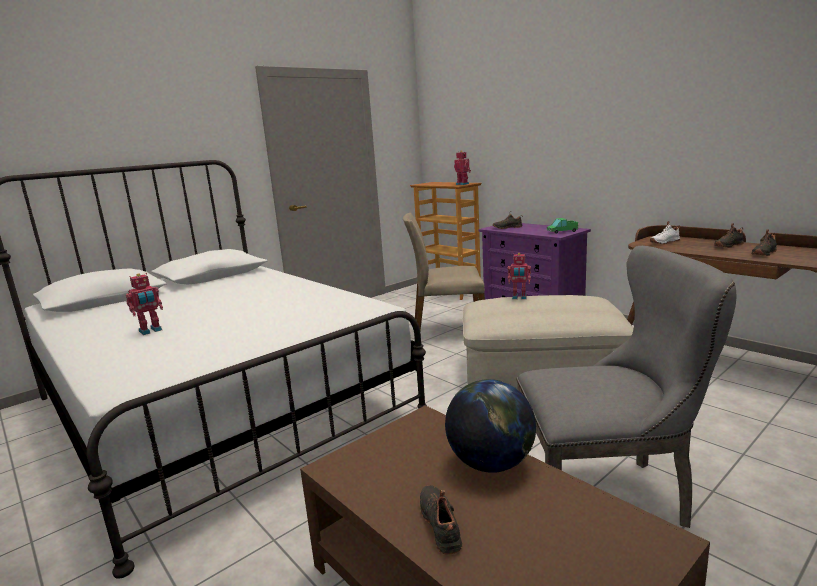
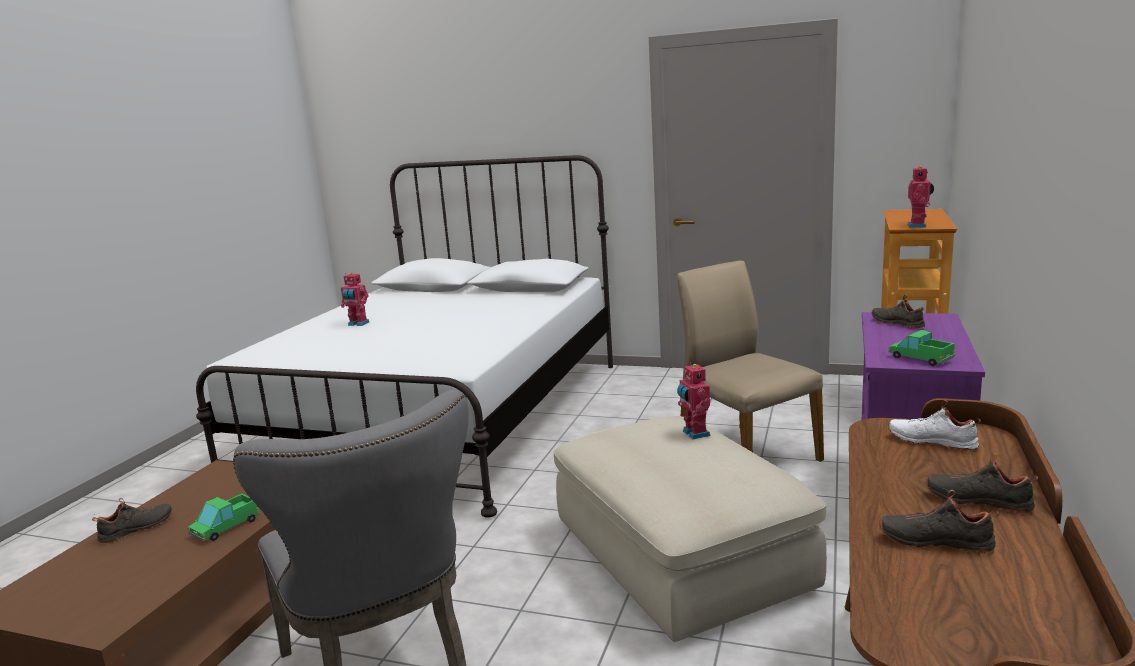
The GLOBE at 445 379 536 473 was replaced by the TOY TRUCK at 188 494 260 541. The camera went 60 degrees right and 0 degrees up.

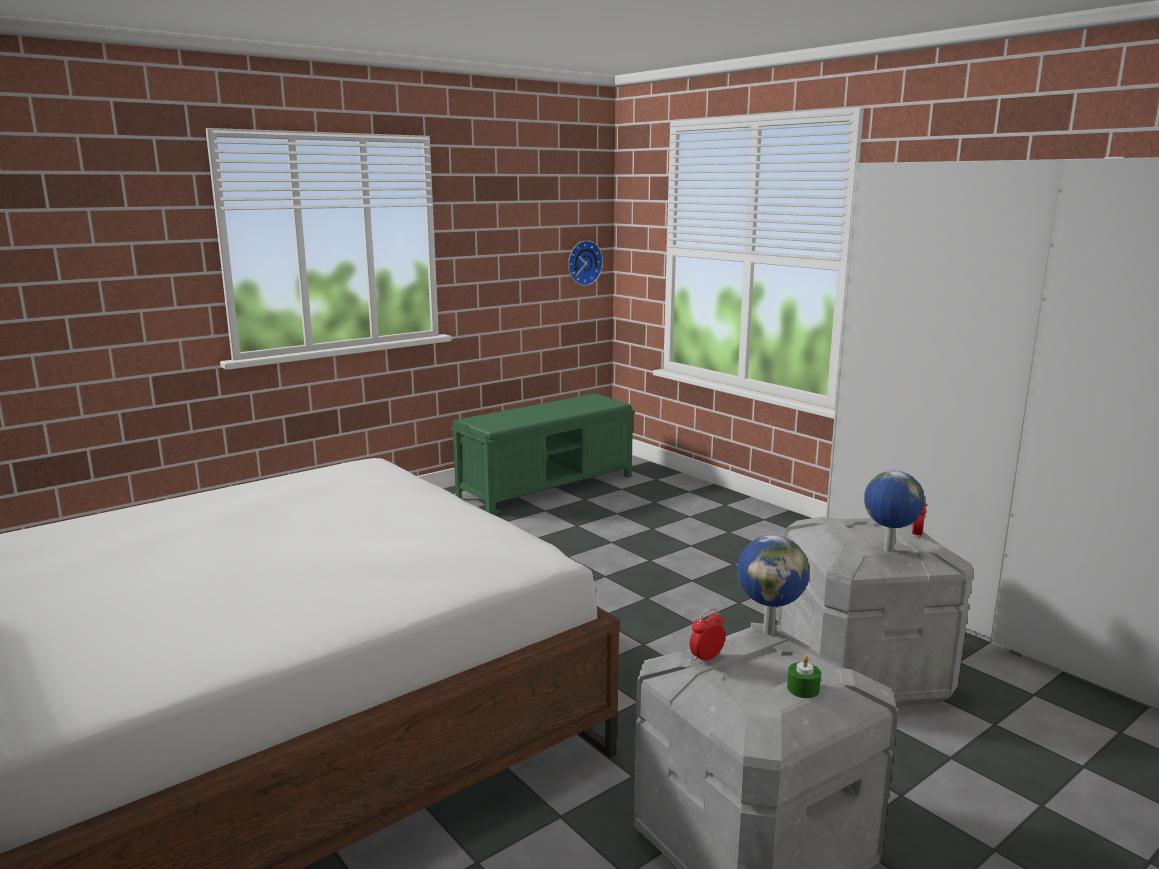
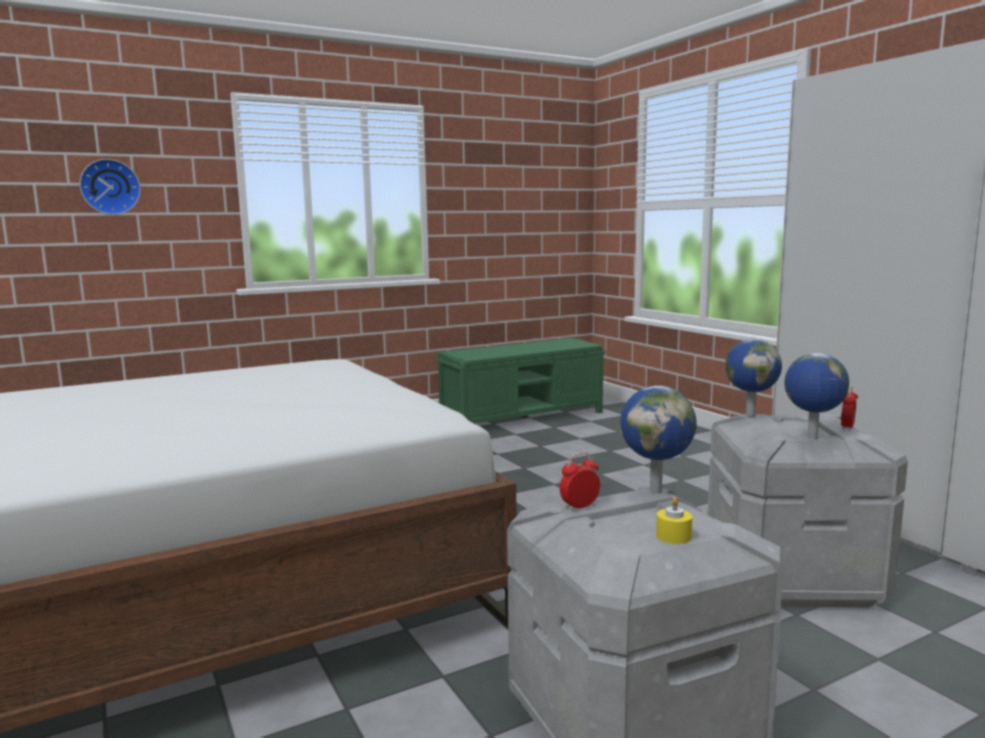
The WALL CLOCK moved from 568 240 603 286 to 79 159 141 215. The GREEN CANDLE at 787 655 821 698 became the YELLOW CANDLE at 656 497 692 544. The GLOBE at 725 339 782 417 appeared. The camera went 10 degrees right and 5 degrees down.

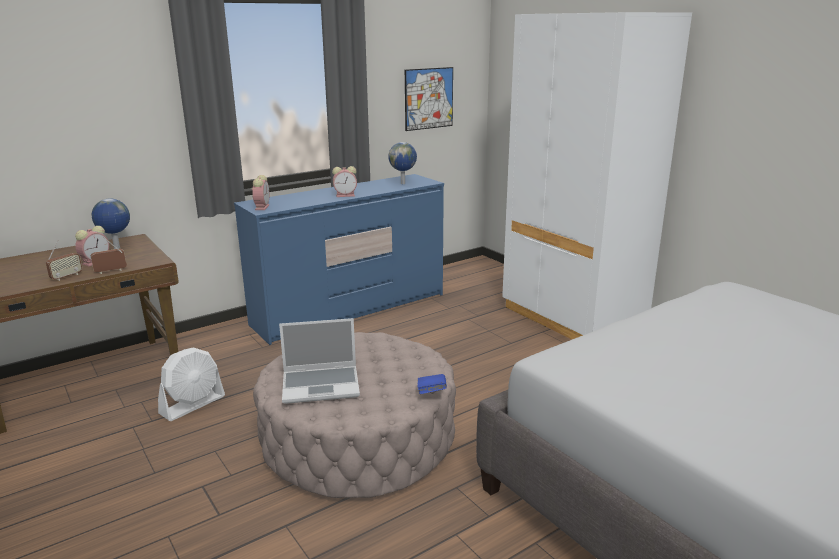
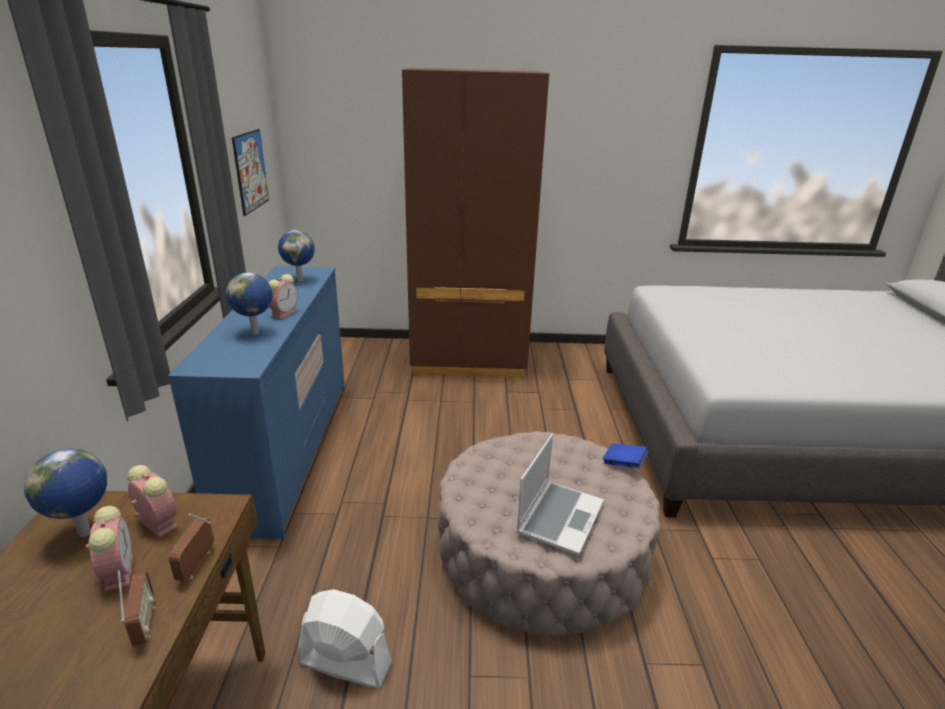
The ALARM CLOCK moved from 252 175 269 210 to 127 465 178 538. The GLOBE at 226 272 273 334 appeared. The WHITE FAN at 158 348 225 421 turned 60 degrees counterclockwise. The WHITE WARDROBE at 502 12 692 339 became the BROWN WARDROBE at 402 68 549 378. The camera went 55 degrees left and 5 degrees up.

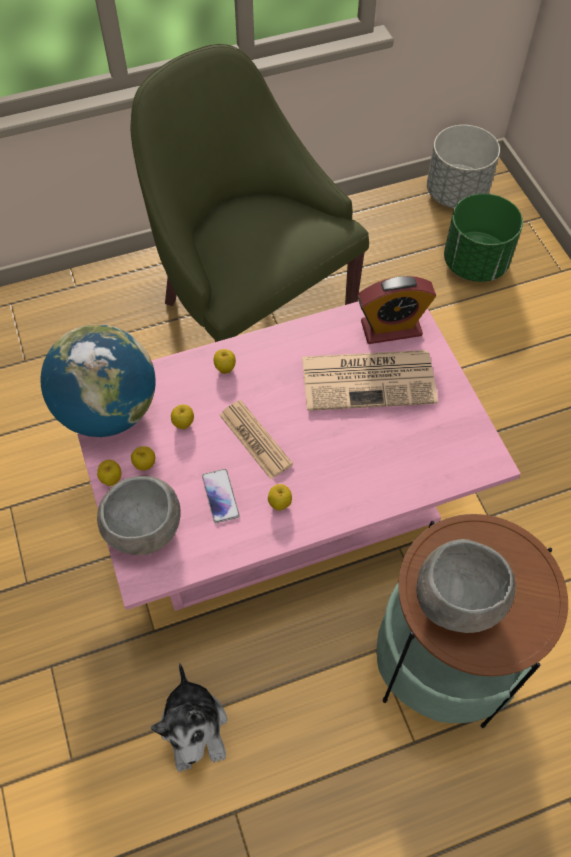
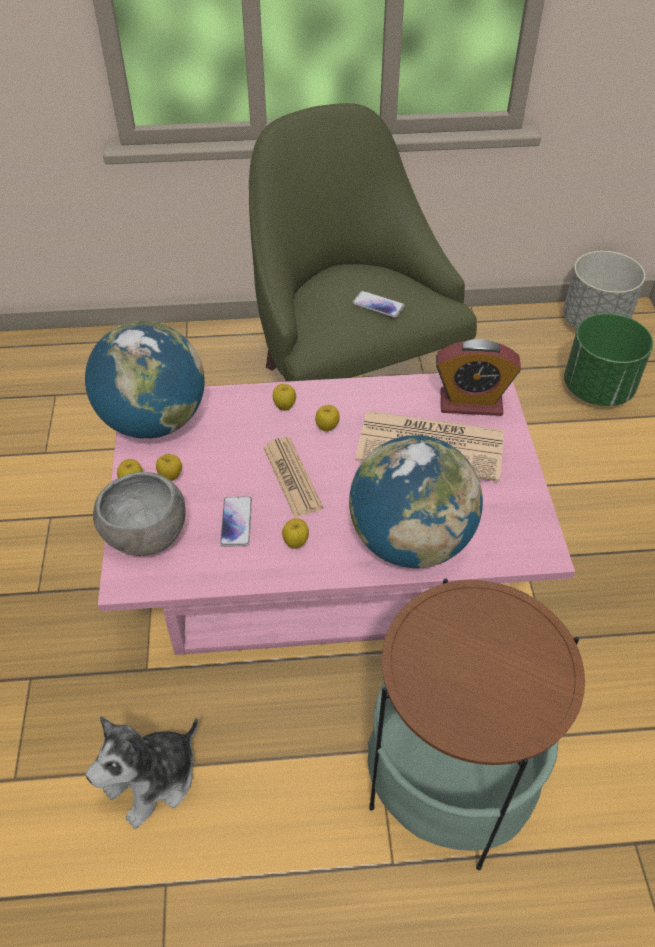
The PLUSH TOY at 150 663 227 772 turned 45 degrees clockwise. The APPLE moved from 171 404 194 429 to 315 405 340 432. The GLOBE at 349 435 483 568 appeared. The PHONE at 352 291 405 318 appeared. The GREY BOWL at 417 539 516 633 disappeared. The camera went 15 degrees right and 10 degrees down.

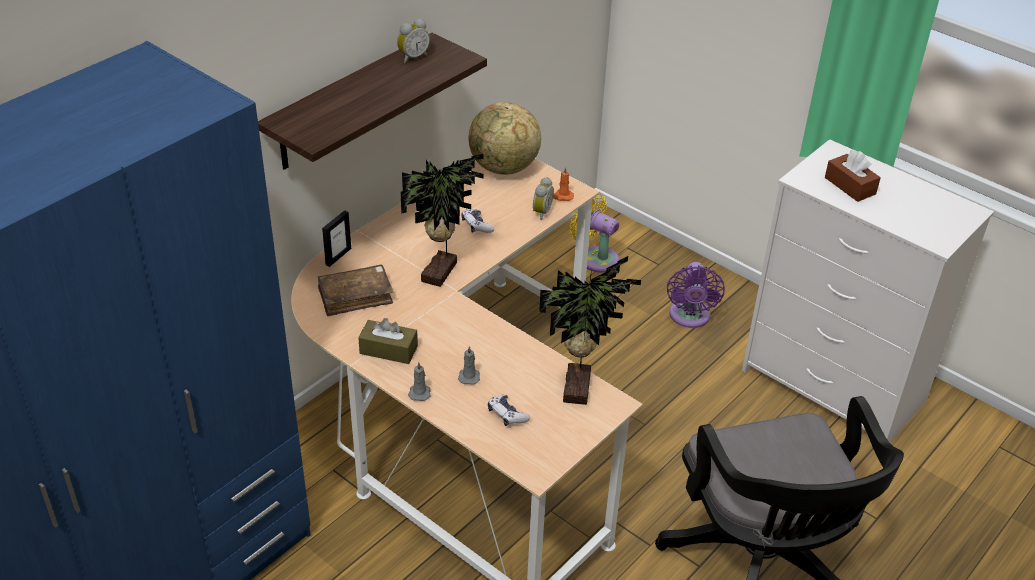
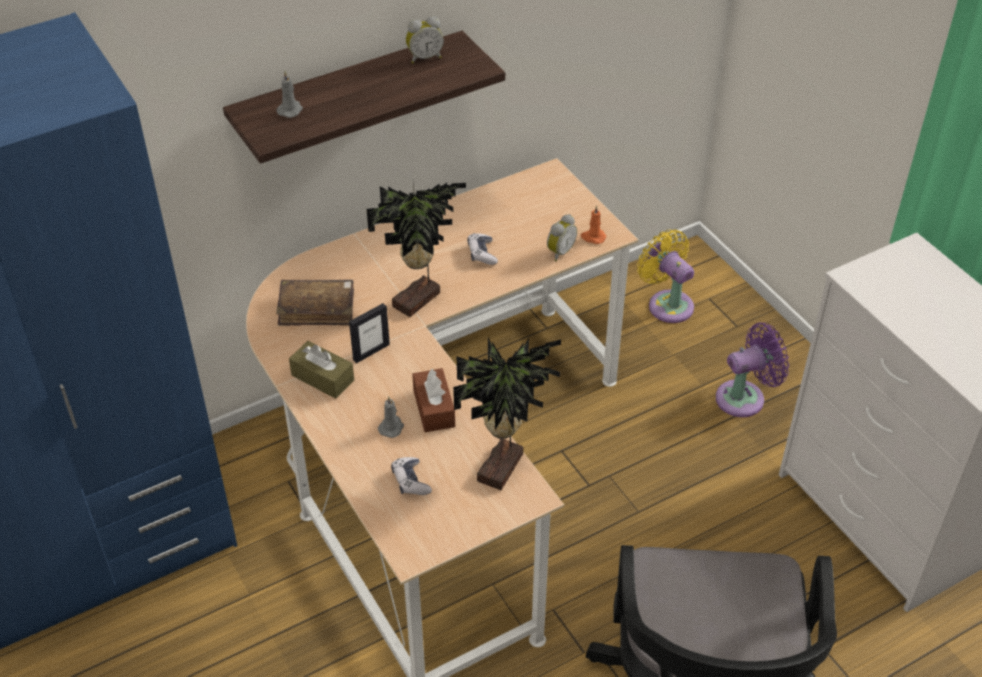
The GREY CANDLE moved from 408 362 431 401 to 276 71 303 118. The PICTURE FRAME moved from 322 210 351 267 to 349 303 390 363. The BROWN TISSUE BOX moved from 825 150 881 202 to 412 368 455 432. The PURPLE FAN at 667 262 725 328 turned 135 degrees counterclockwise. The GLOBE at 469 102 541 175 disappeared. The camera went 20 degrees right and 5 degrees up.

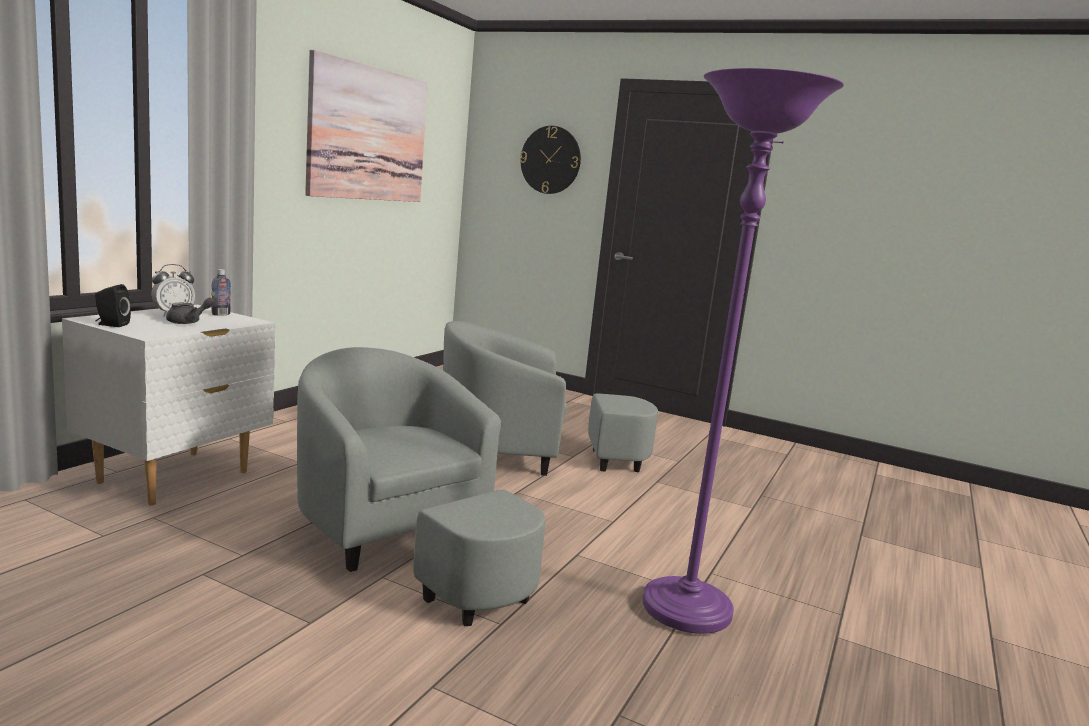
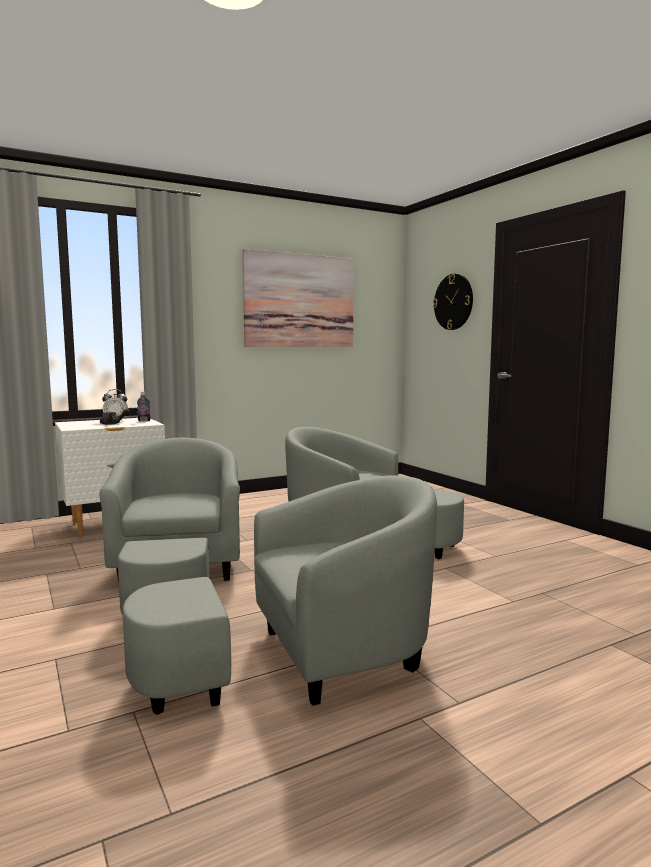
The PURPLE FLOOR LAMP at 642 68 844 634 was replaced by the GREY ARMCHAIR at 123 476 437 715. The BLACK SPEAKER at 95 284 131 327 disappeared. The camera went 35 degrees right and 5 degrees down.

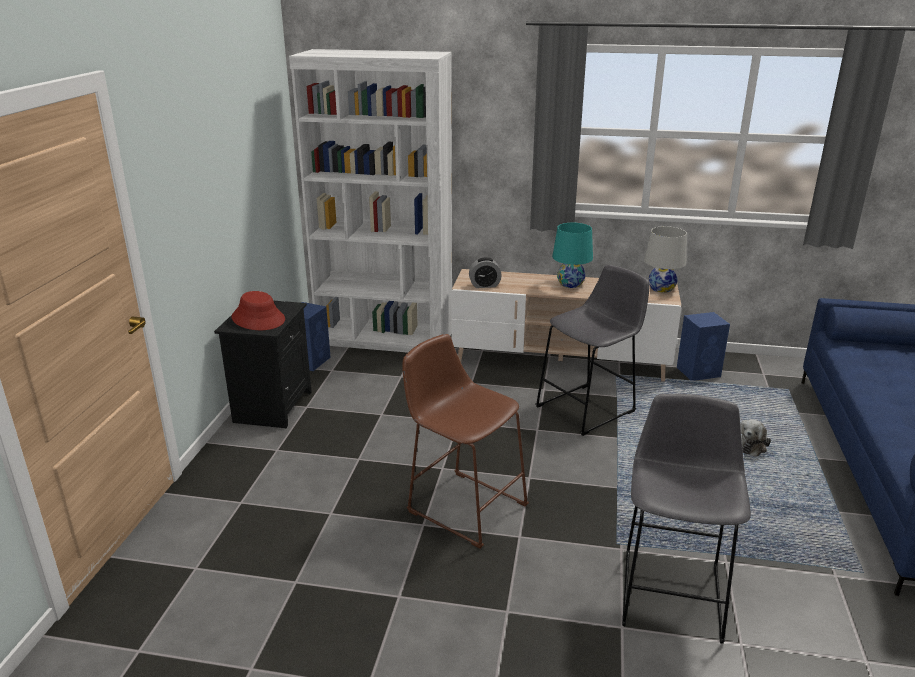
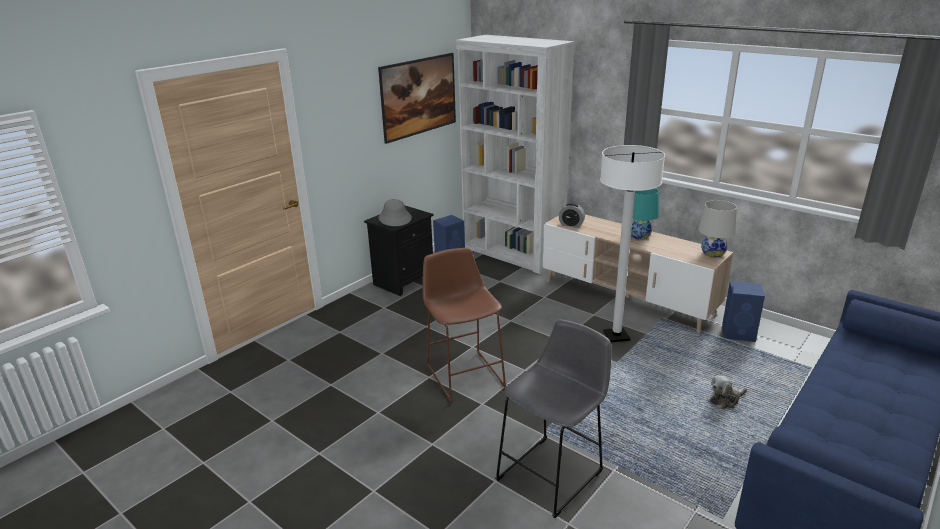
The PICTURE at 378 53 456 144 appeared. The RED HAT at 232 291 285 330 became the GREY HAT at 379 199 412 226. The GREY STOOL at 535 265 649 436 was replaced by the WHITE FLOOR LAMP at 600 145 665 342. The camera went 30 degrees right and 0 degrees up.

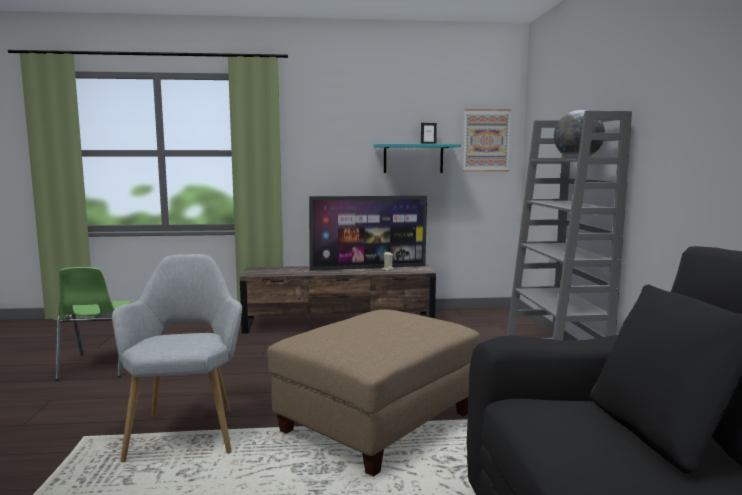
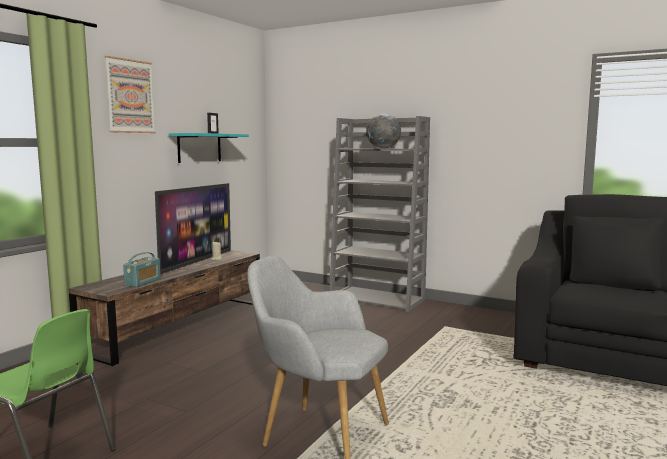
The PICTURE moved from 463 109 511 171 to 105 56 156 133. The RADIO at 123 252 160 287 appeared. The BEIGE OTTOMAN at 267 309 480 477 disappeared. The camera went 55 degrees left and 0 degrees up.

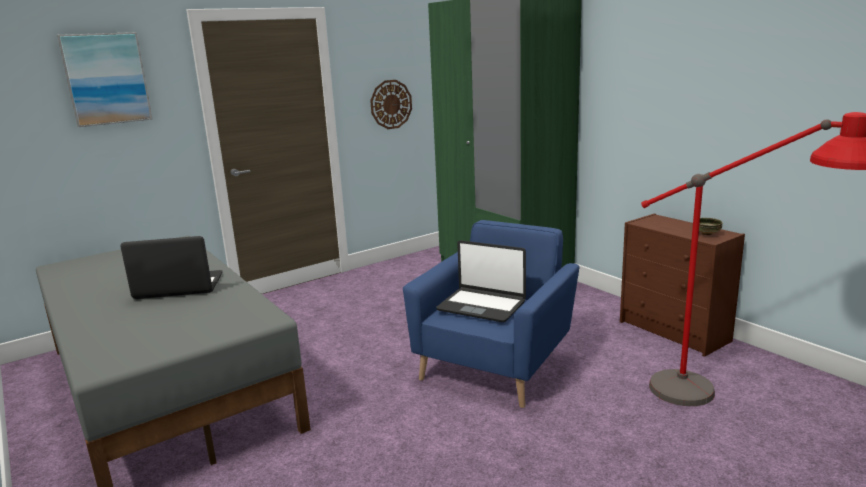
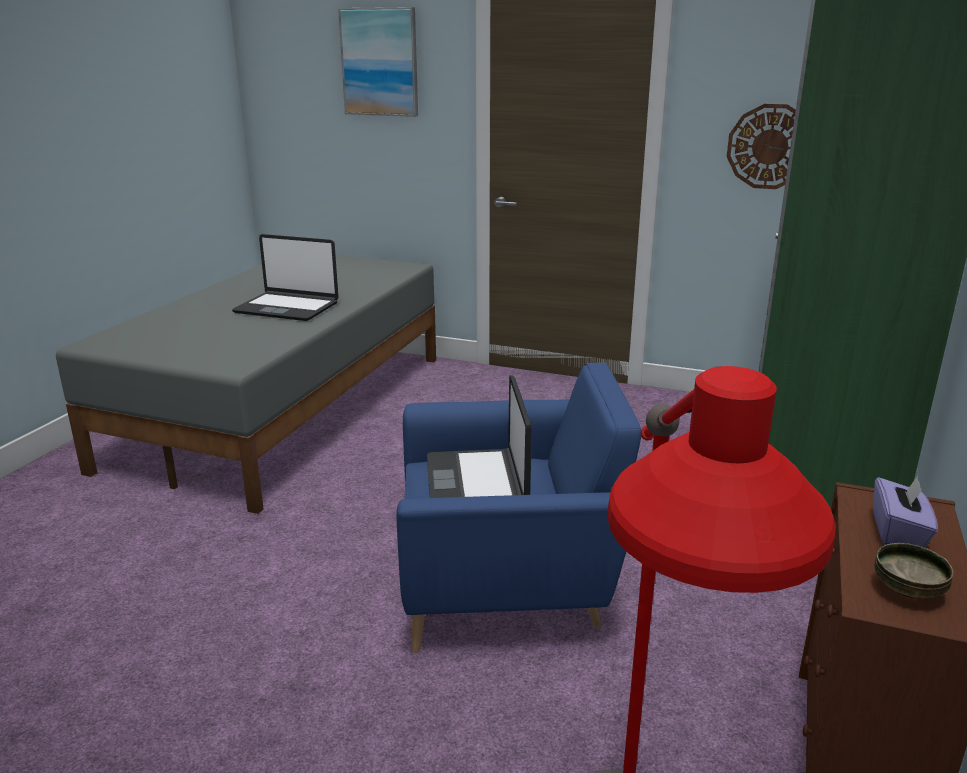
The LAPTOP at 120 236 223 299 turned 150 degrees clockwise. The PURPLE TISSUE BOX at 873 476 938 548 appeared. The camera went 55 degrees right and 5 degrees up.

